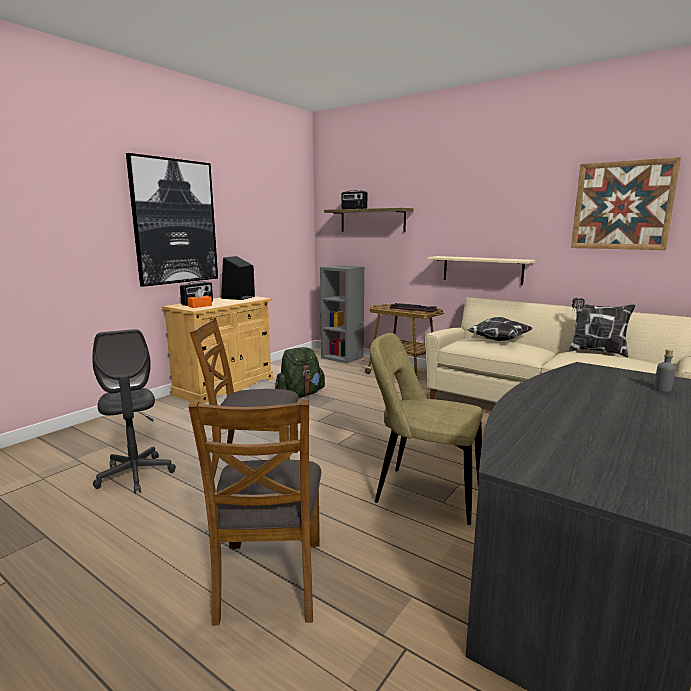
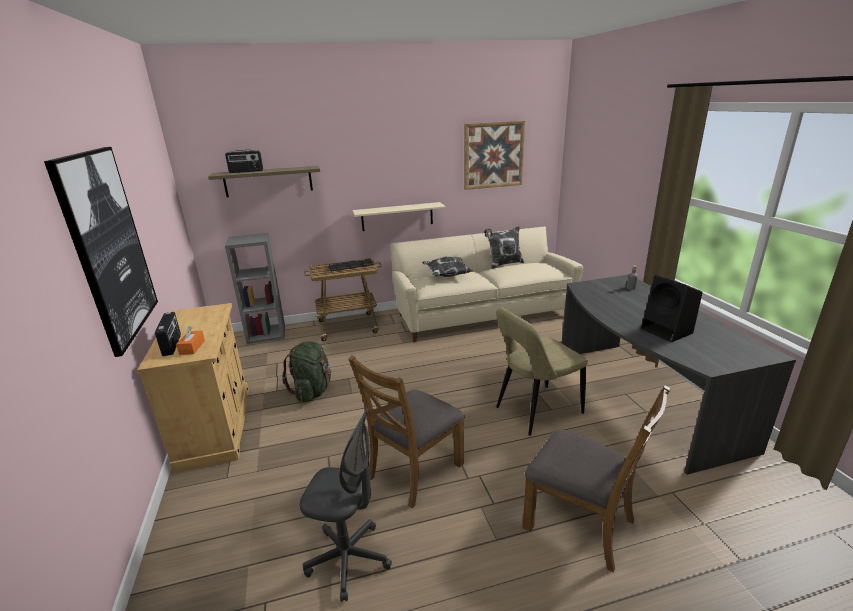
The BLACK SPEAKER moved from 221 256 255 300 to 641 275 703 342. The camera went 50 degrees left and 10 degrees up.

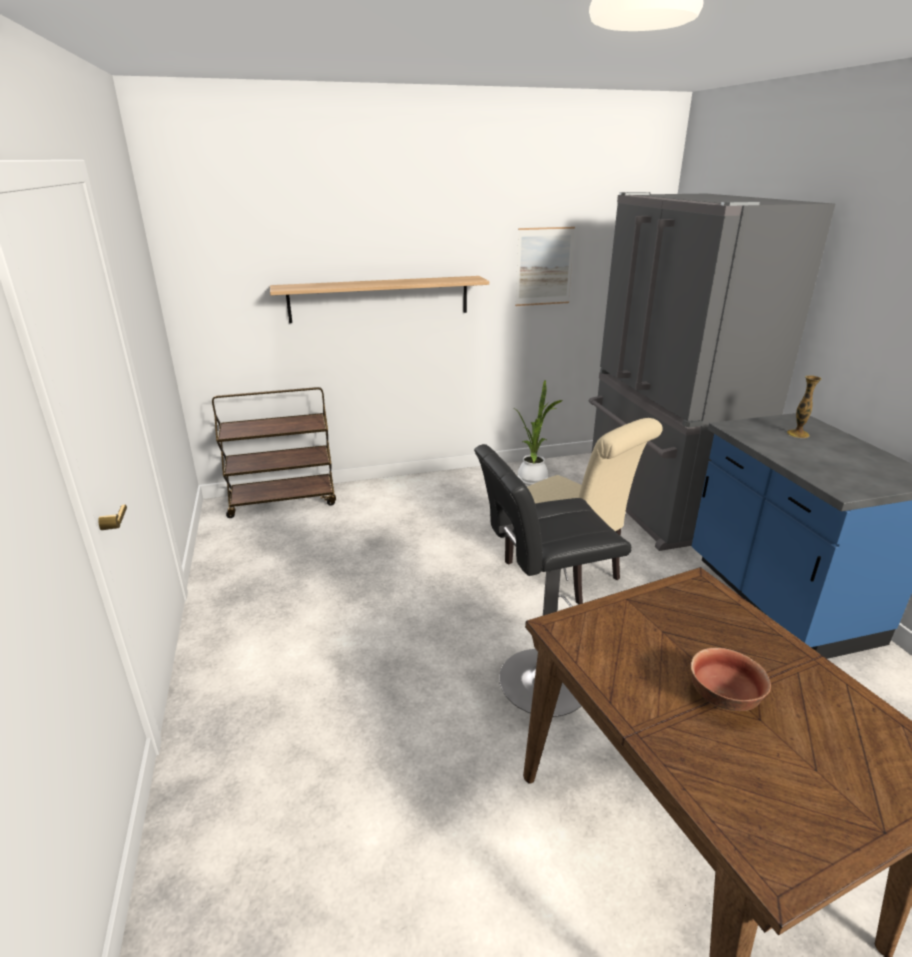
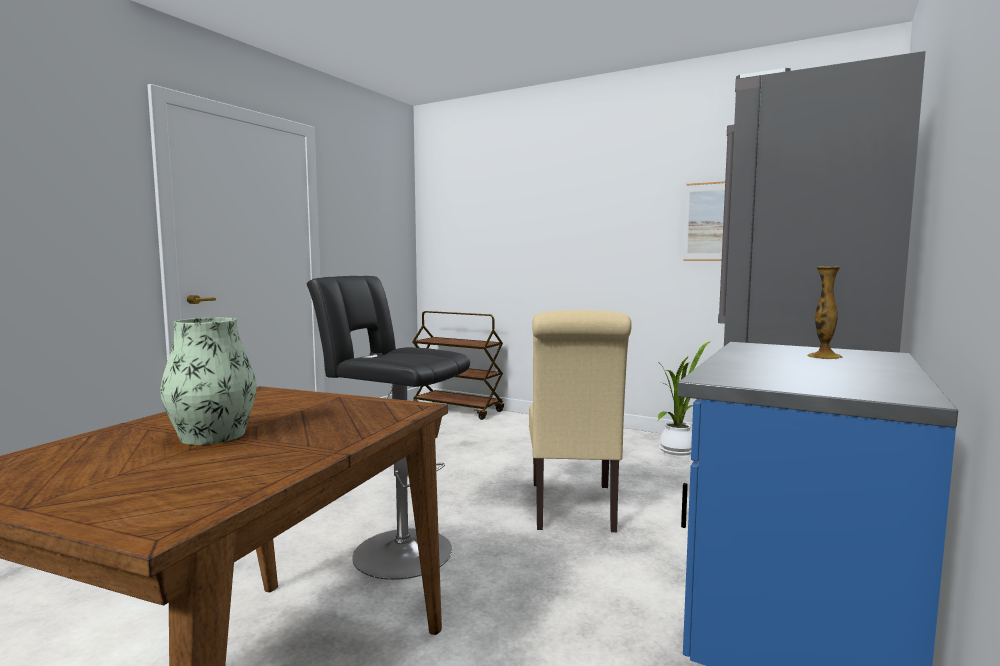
The BOWL at 691 648 771 711 was replaced by the VASE at 160 317 257 445. The SHELF at 270 276 489 323 disappeared. The camera went 45 degrees right and 20 degrees down.

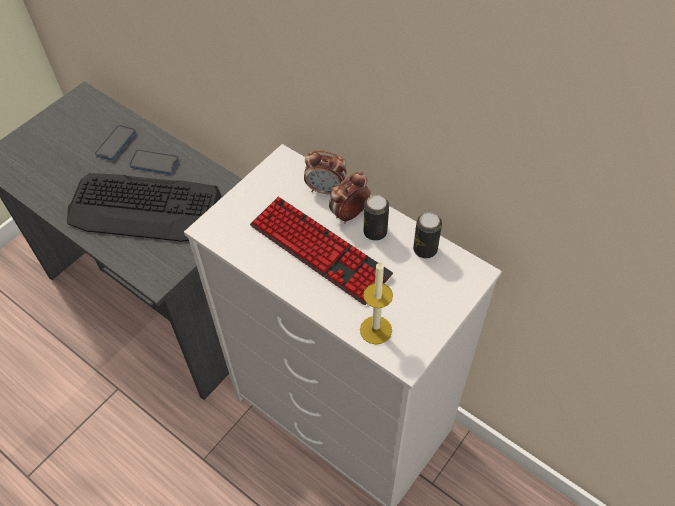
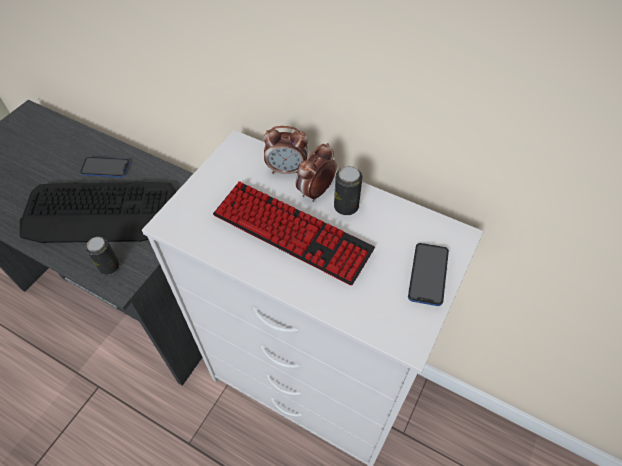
The CAN moved from 413 212 442 258 to 85 237 120 275. The PHONE moved from 95 125 136 160 to 408 243 449 306. The CANDLE at 360 262 393 345 disappeared. The camera went 10 degrees left and 0 degrees up.

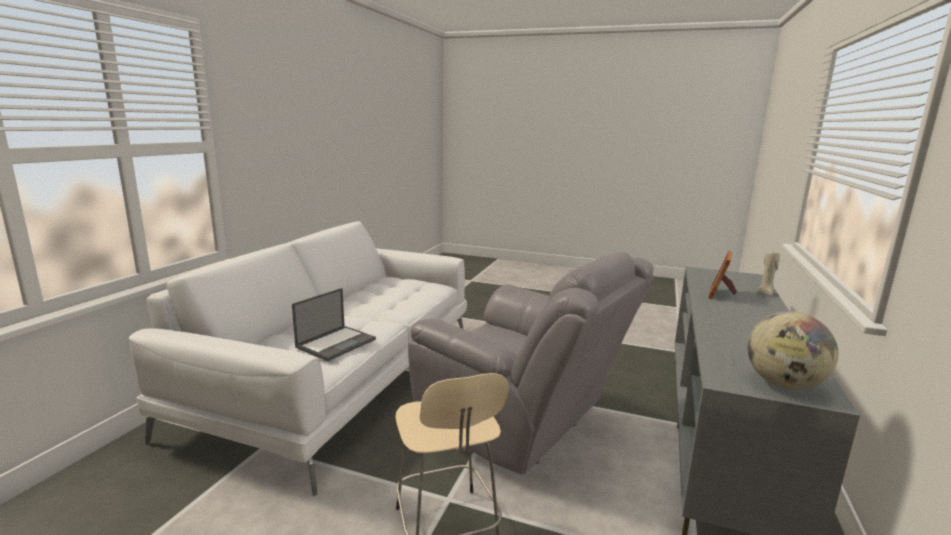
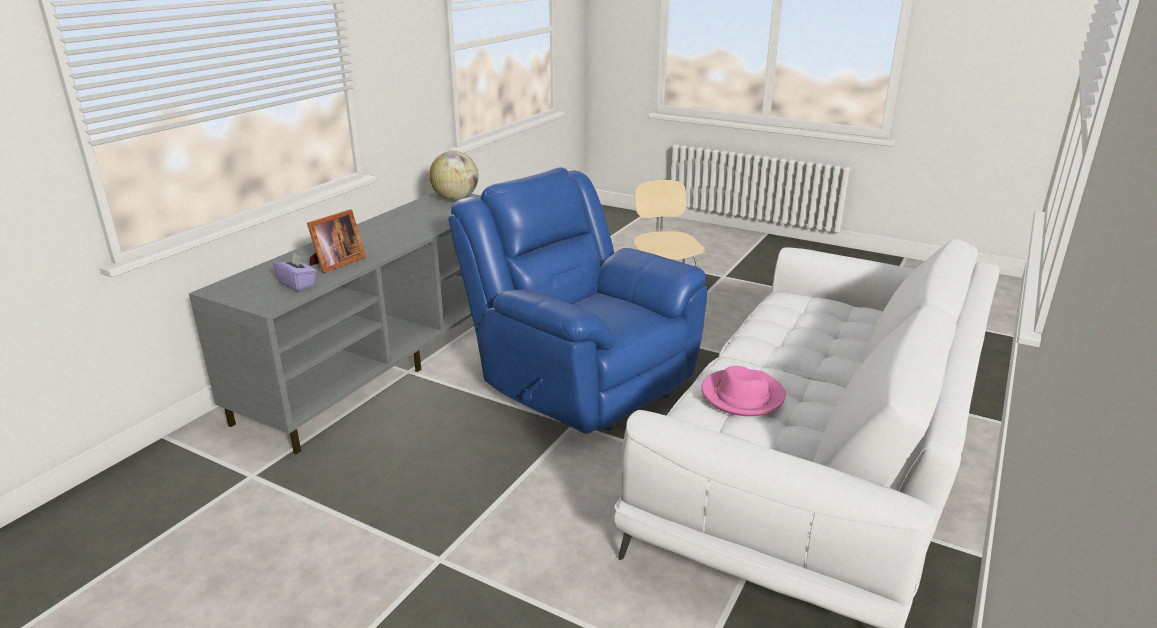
The PURPLE TISSUE BOX at 273 253 317 291 appeared. The GREY ARMCHAIR at 408 252 654 474 became the BLUE ARMCHAIR at 448 167 708 434. The PINK HAT at 701 366 786 417 appeared. The LAPTOP at 292 288 376 361 disappeared. The BEIGE CANDLE at 758 250 780 296 disappeared. The camera went 170 degrees left and 10 degrees up.

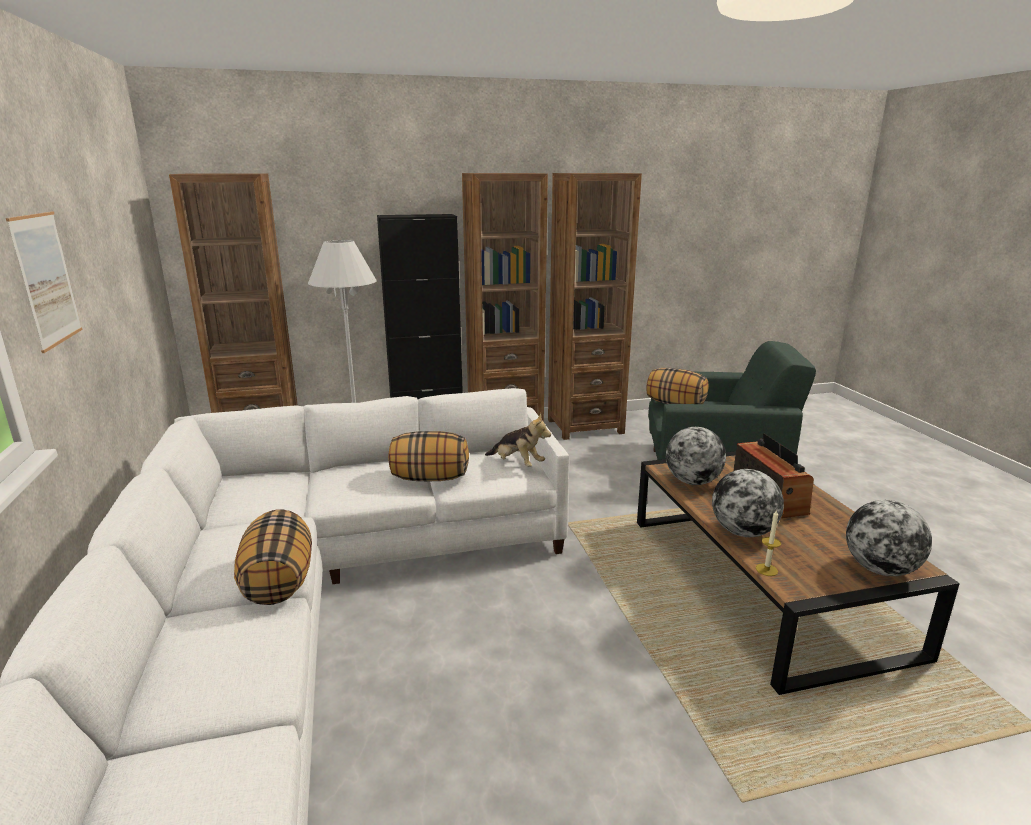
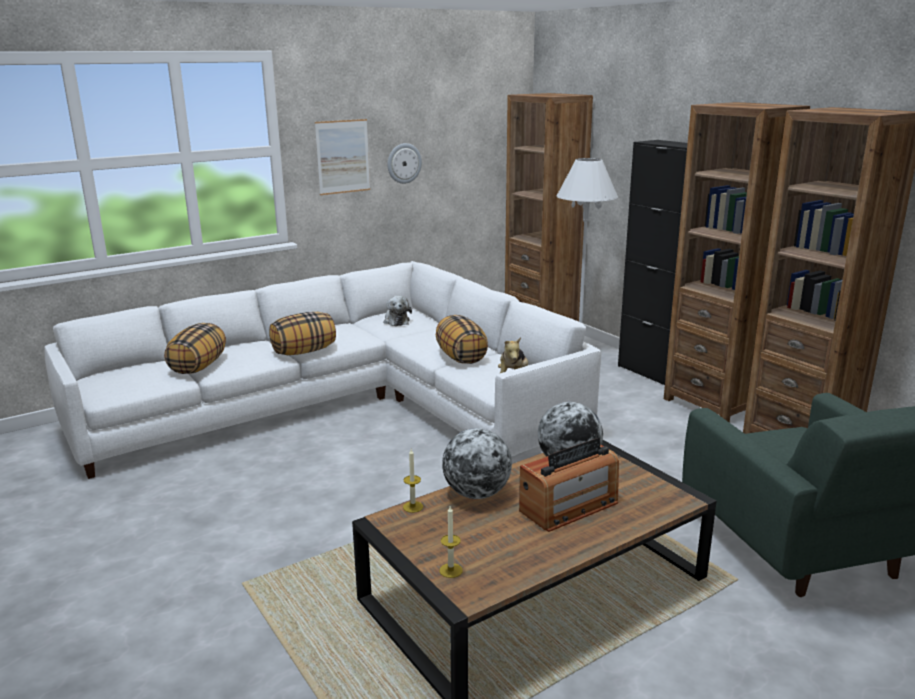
The PILLOW moved from 646 368 709 404 to 164 323 226 374. The PLUSH TOY at 384 296 412 326 appeared. The WALL CLOCK at 387 143 422 184 appeared. The GLOBE at 846 500 932 576 was replaced by the CANDLE at 439 506 463 578. The camera went 70 degrees right and 0 degrees up.

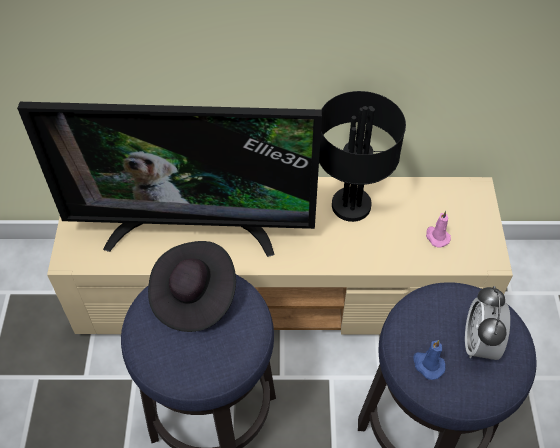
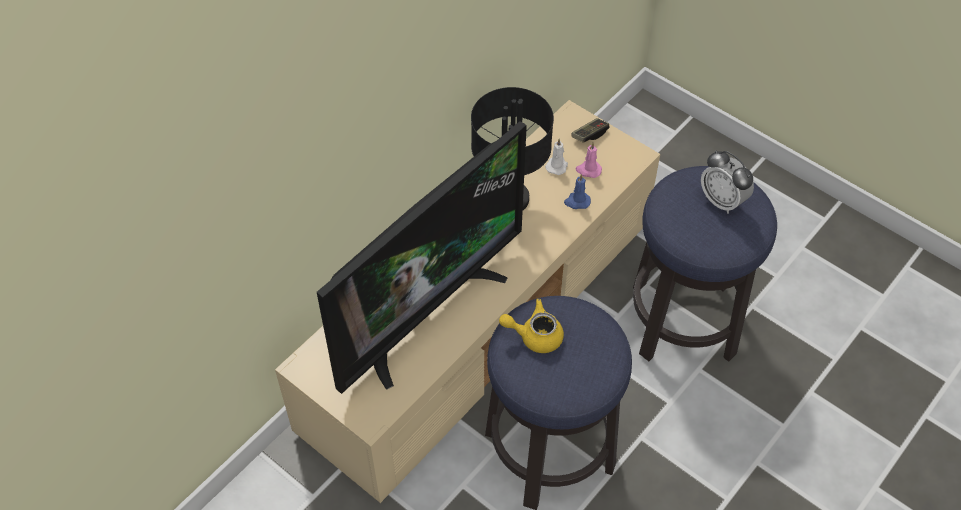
The BLACK HAT at 148 241 236 332 was replaced by the YELLOW TEAPOT at 499 299 564 353. The WHITE CANDLE at 545 139 568 175 appeared. The BLUE CANDLE moved from 413 340 446 380 to 564 174 591 209. The GAME CONTROLLER at 572 118 610 143 appeared. The camera went 50 degrees left and 0 degrees up.

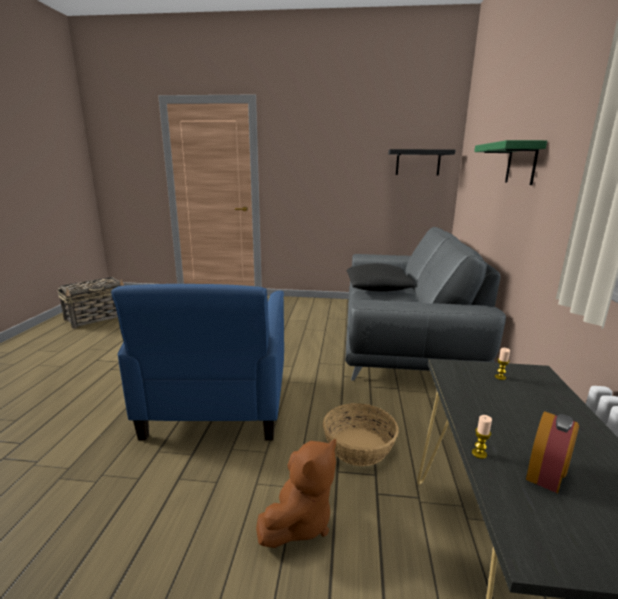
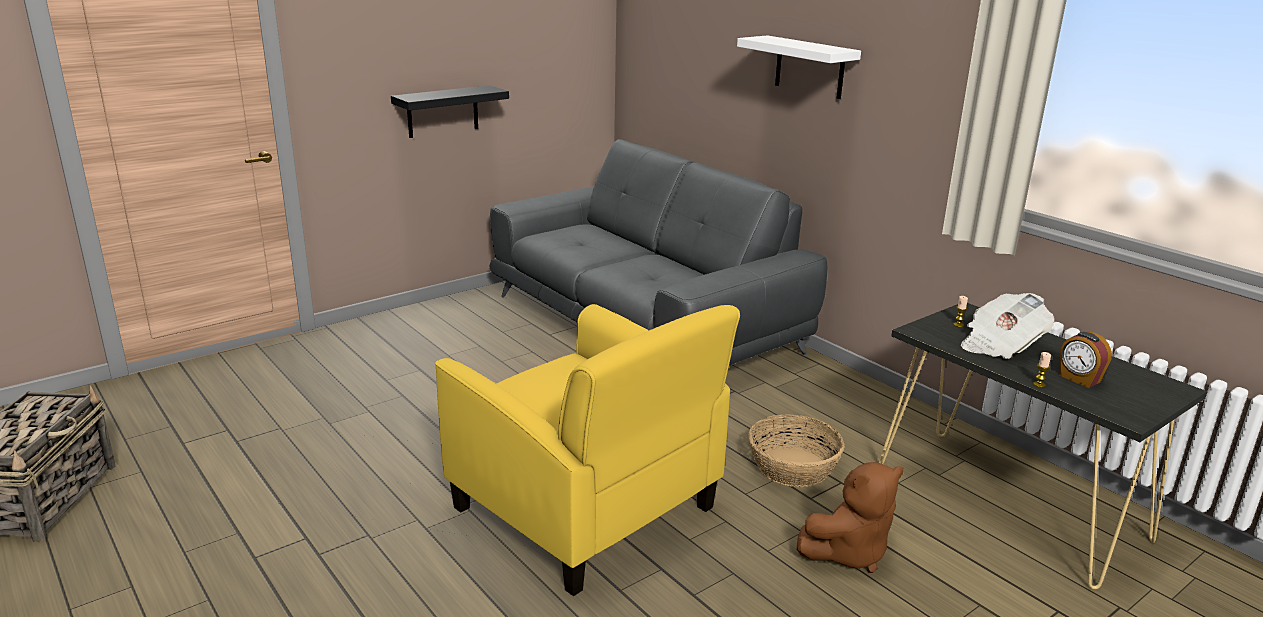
The BLACK SHELF moved from 388 149 455 175 to 391 85 509 138. The BLUE ARMCHAIR at 111 284 284 441 became the YELLOW ARMCHAIR at 435 304 740 596. The GREEN SHELF at 474 140 547 185 became the WHITE SHELF at 737 35 861 99. The BROWN PLUSH TOY at 256 439 336 548 turned 75 degrees clockwise. The NEWSPAPER at 961 293 1054 359 appeared. The ALARM CLOCK at 526 411 579 493 turned 150 degrees clockwise. The BLACK PILLOW at 347 263 415 292 disappeared. The camera went 45 degrees left and 5 degrees up.

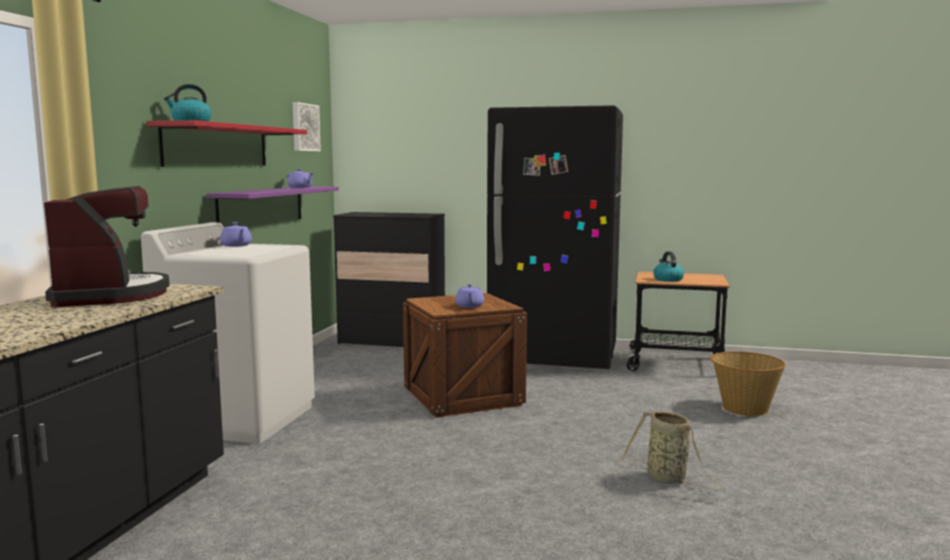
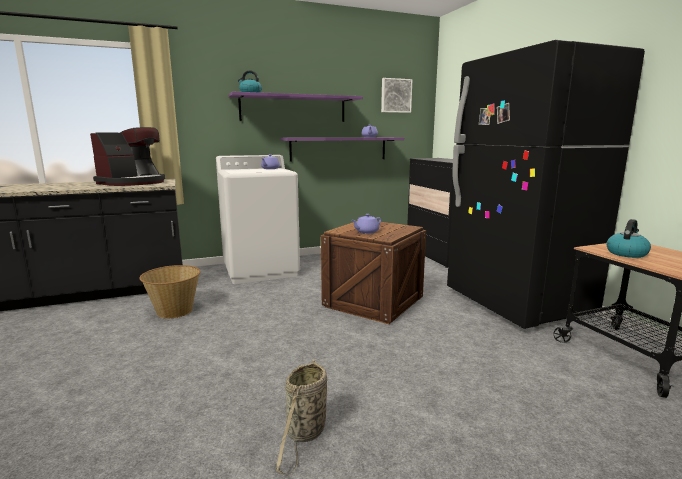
The BASKET moved from 710 351 786 416 to 140 265 201 319. The RED SHELF at 147 120 307 167 became the PURPLE SHELF at 228 92 363 122. The camera went 55 degrees right and 5 degrees up.

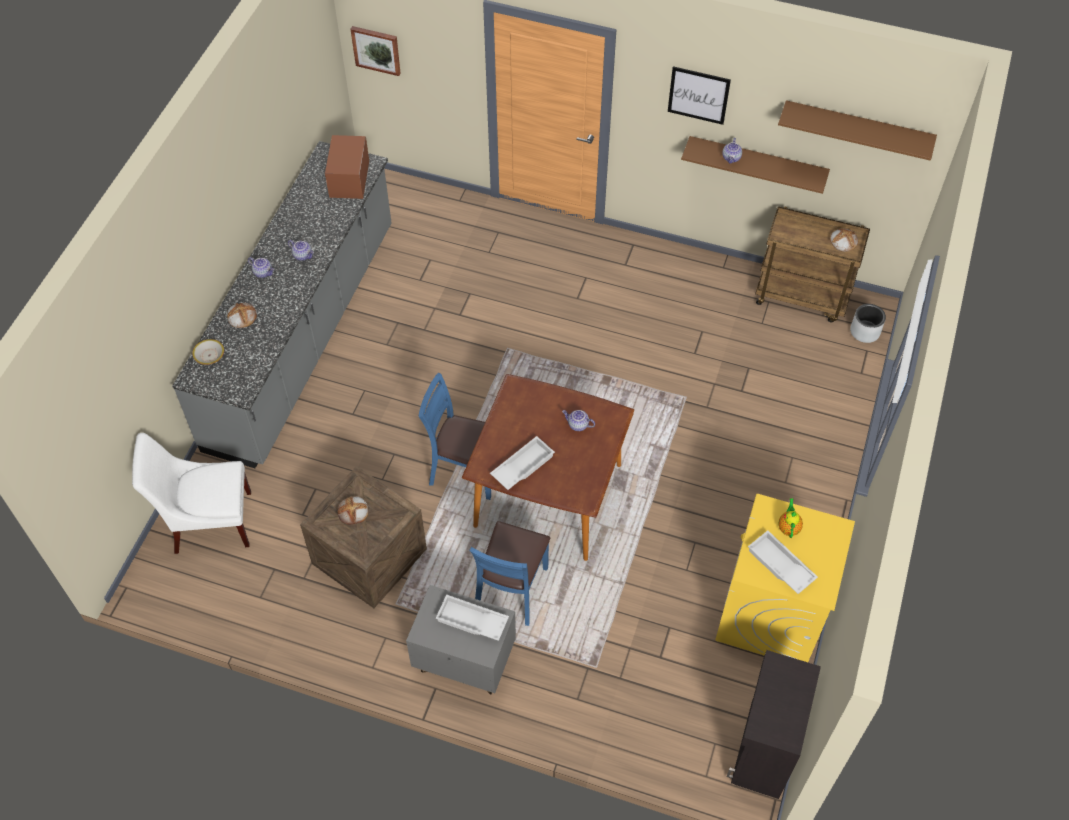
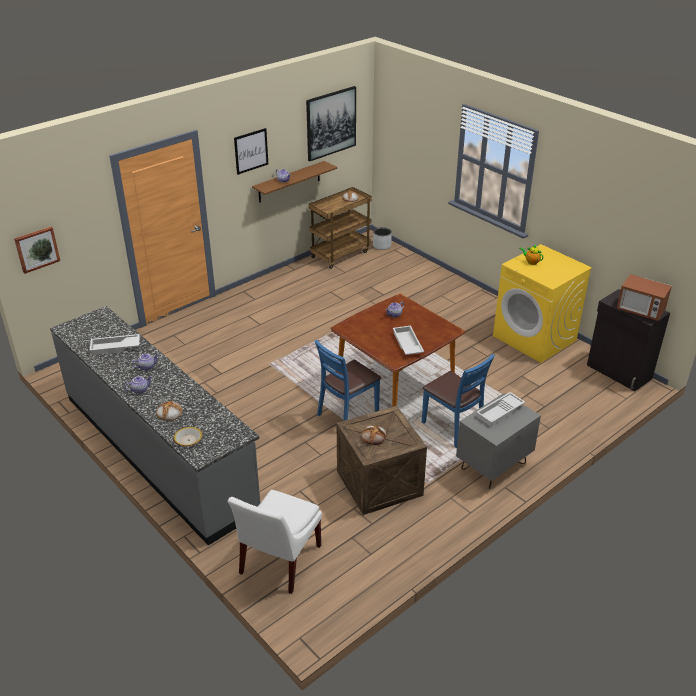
The WHITE TRAY moved from 748 530 818 594 to 90 334 140 355. The BROWN SHELF at 778 100 937 161 was replaced by the PICTURE at 306 86 356 161. The MICROWAVE moved from 324 135 369 199 to 617 274 672 321. The camera went 60 degrees left and 20 degrees down.

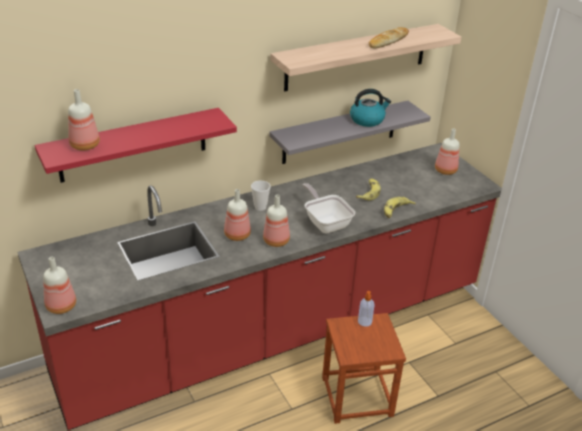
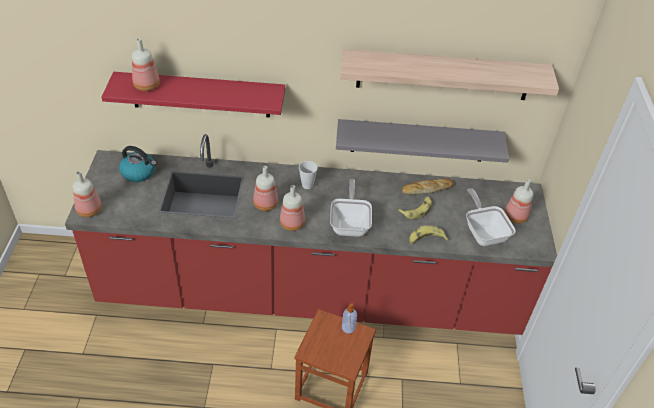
The KETTLE moved from 350 89 391 127 to 119 146 157 182. The BREAD moved from 369 27 409 49 to 402 179 453 195. The FRYING PAN at 466 188 516 246 appeared. The camera went 30 degrees right and 10 degrees up.

